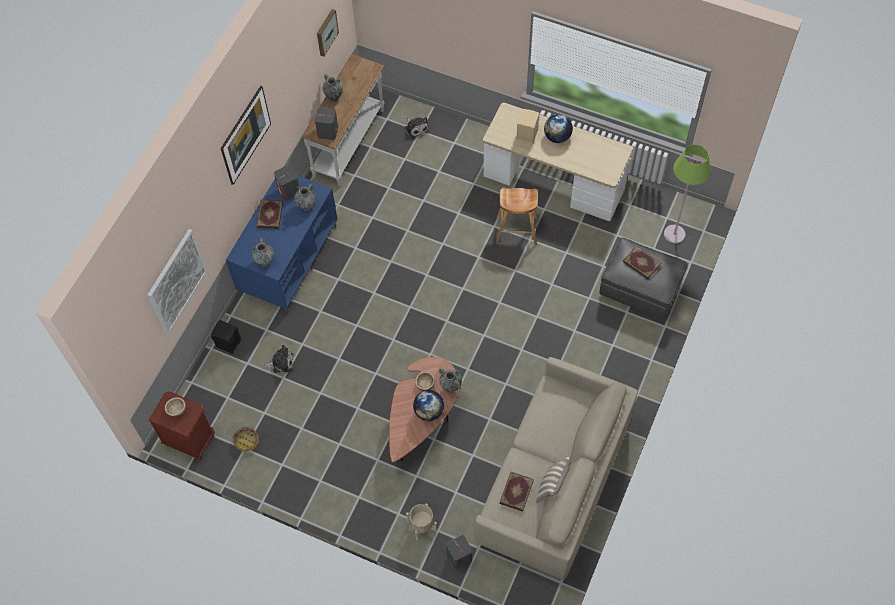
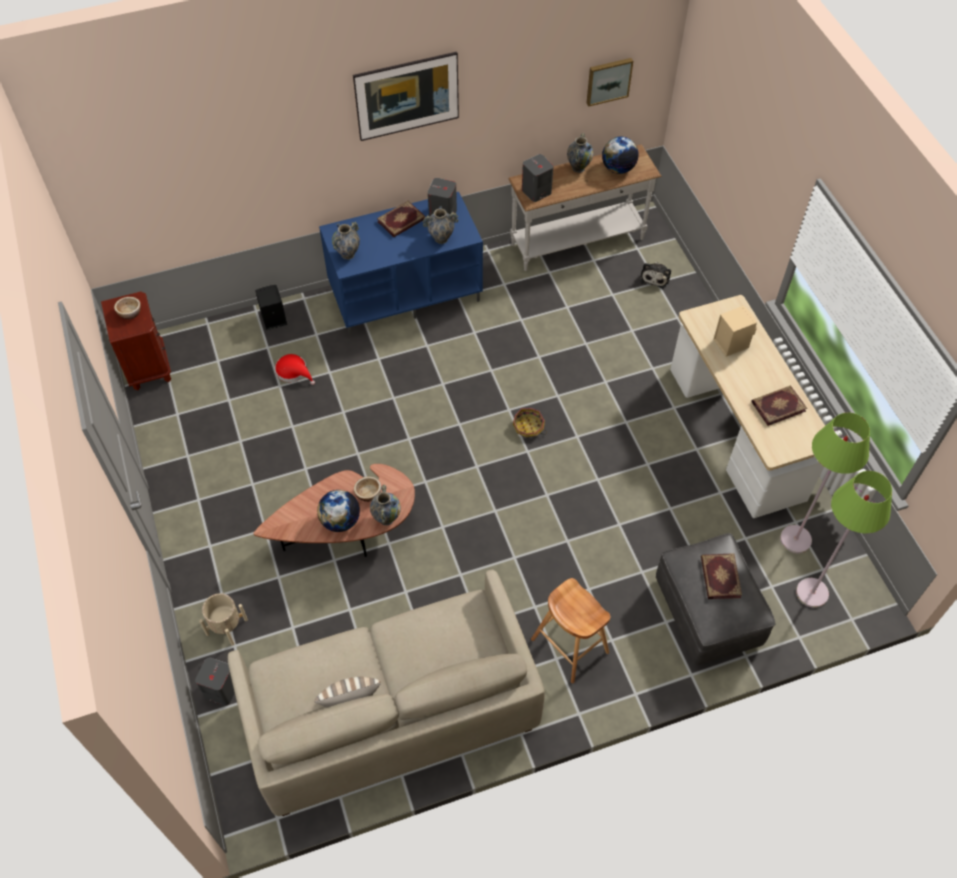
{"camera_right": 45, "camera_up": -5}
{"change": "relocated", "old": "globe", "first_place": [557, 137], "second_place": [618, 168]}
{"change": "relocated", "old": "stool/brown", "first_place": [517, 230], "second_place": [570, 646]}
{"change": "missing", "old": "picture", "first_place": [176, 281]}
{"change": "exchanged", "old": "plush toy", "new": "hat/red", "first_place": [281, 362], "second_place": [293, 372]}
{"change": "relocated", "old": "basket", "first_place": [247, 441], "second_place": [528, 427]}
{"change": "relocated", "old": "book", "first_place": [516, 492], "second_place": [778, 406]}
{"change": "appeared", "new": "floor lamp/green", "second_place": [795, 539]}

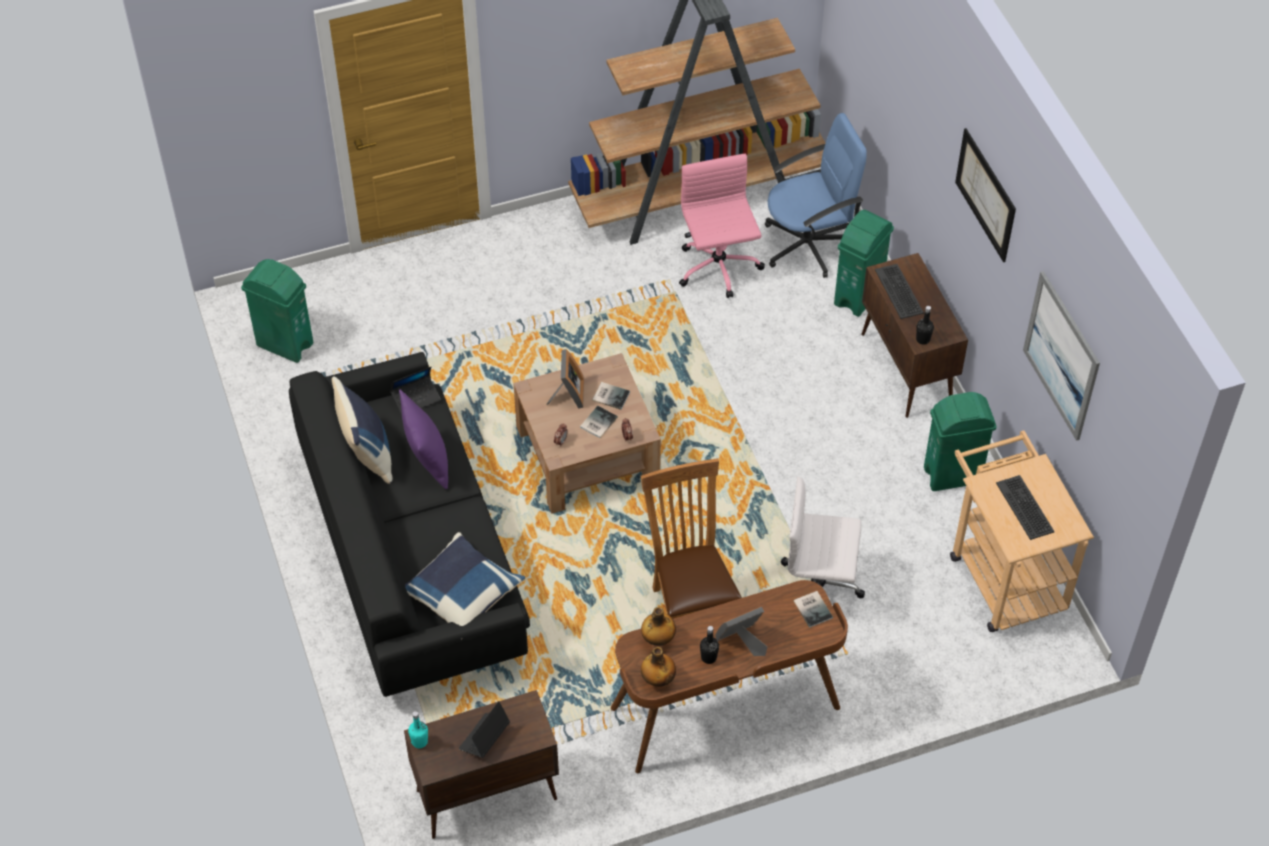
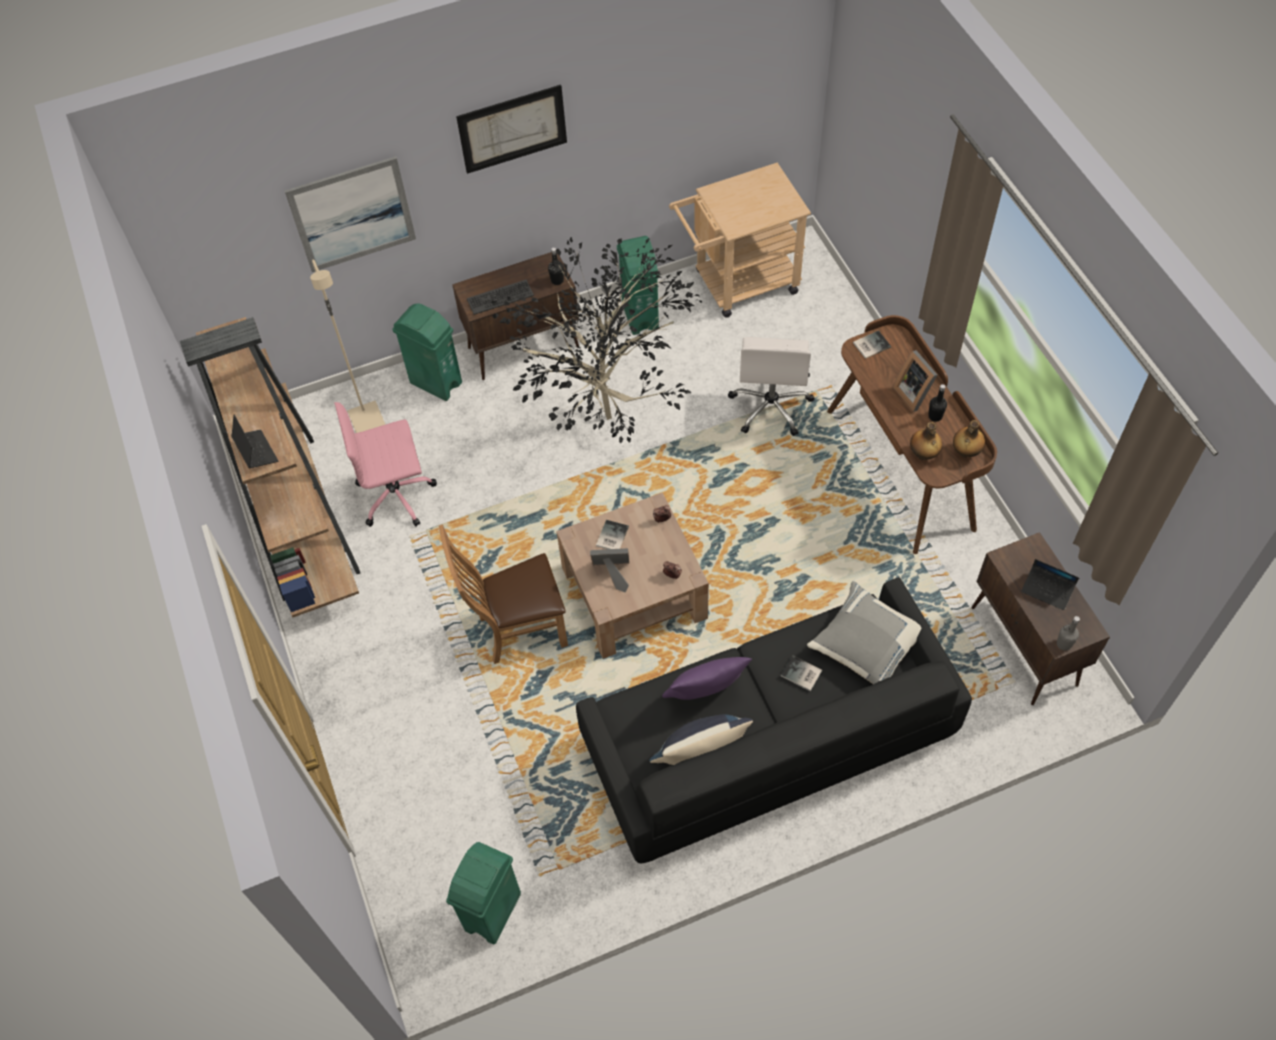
{"camera_right": -90, "camera_up": 5}
{"change": "exchanged", "old": "office chair/blue", "new": "floor lamp/beige", "first_place": [808, 244], "second_place": [369, 422]}
{"change": "relocated", "old": "picture", "first_place": [1061, 355], "second_place": [352, 214]}
{"change": "relocated", "old": "laptop", "first_place": [416, 398], "second_place": [256, 451]}
{"change": "relocated", "old": "book", "first_place": [597, 422], "second_place": [801, 674]}
{"change": "relocated", "old": "chair/brown", "first_place": [690, 608], "second_place": [517, 630]}
{"change": "missing", "old": "keyboard", "first_place": [1025, 507]}
{"change": "colour", "old": "pillow/blue", "new": "pillow/grey", "first_place": [462, 594], "second_place": [866, 645]}
{"change": "colour", "old": "bottle/turquoise", "new": "bottle/grey", "first_place": [419, 741], "second_place": [1064, 644]}
{"change": "appeared", "new": "potted plant", "second_place": [612, 418]}

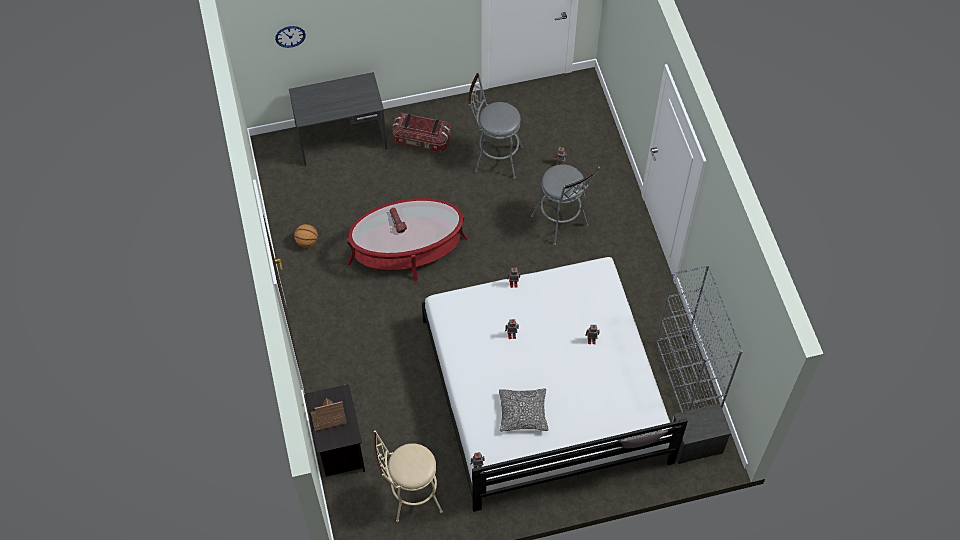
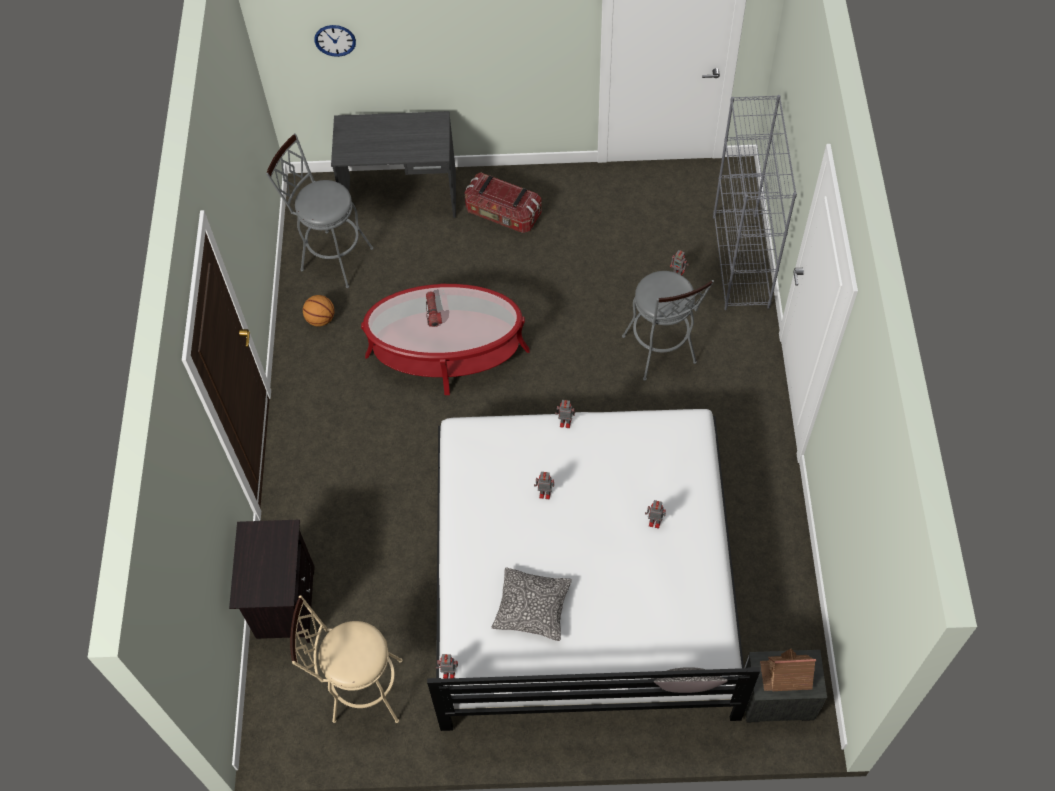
{"camera_right": 15, "camera_up": 0}
{"change": "relocated", "old": "stool/grey", "first_place": [494, 158], "second_place": [331, 257]}
{"change": "relocated", "old": "bookcase/grey", "first_place": [687, 380], "second_place": [741, 262]}
{"change": "relocated", "old": "toy house", "first_place": [329, 417], "second_place": [786, 674]}

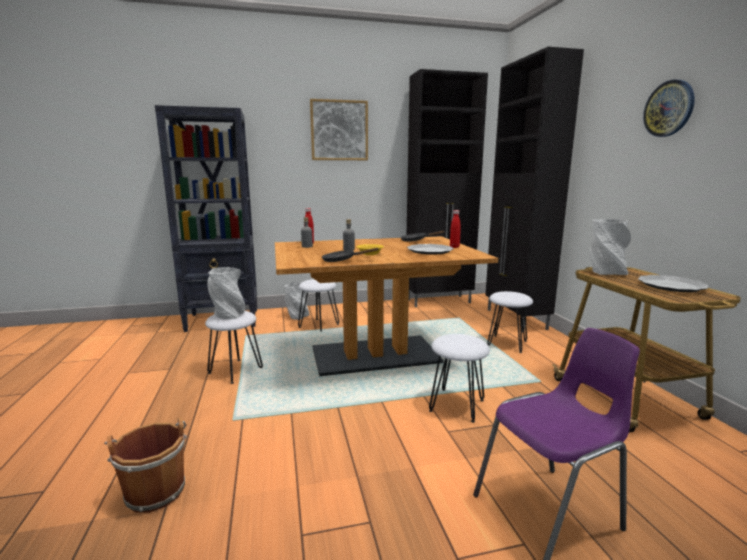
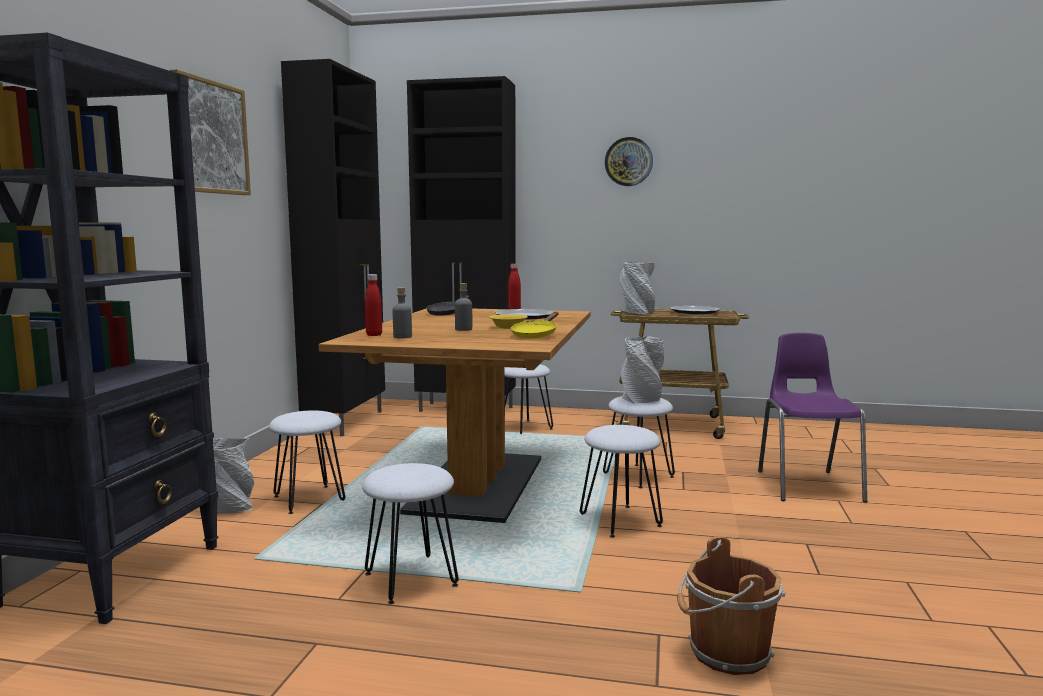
{"camera_right": -65, "camera_up": -5}
{"change": "colour", "old": "frying pan/black", "new": "frying pan/yellow", "first_place": [342, 260], "second_place": [536, 335]}
{"change": "relocated", "old": "vase/grey", "first_place": [228, 315], "second_place": [642, 399]}
{"change": "appeared", "new": "stool/white", "second_place": [620, 521]}

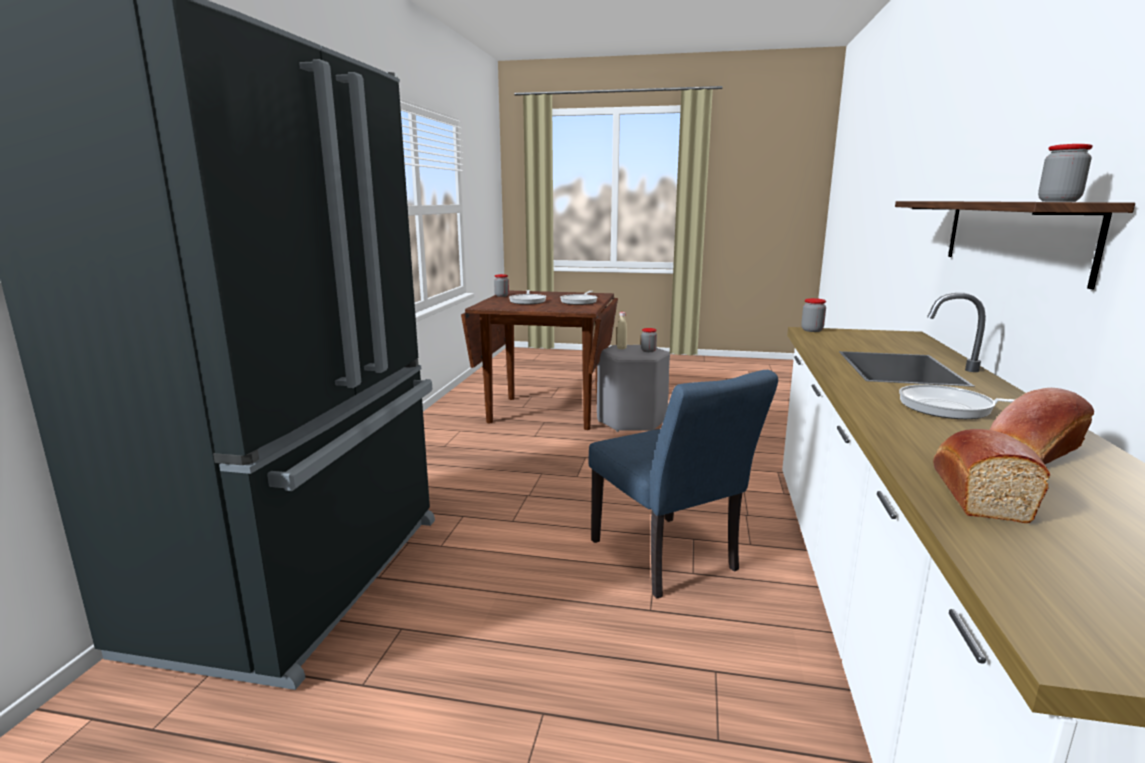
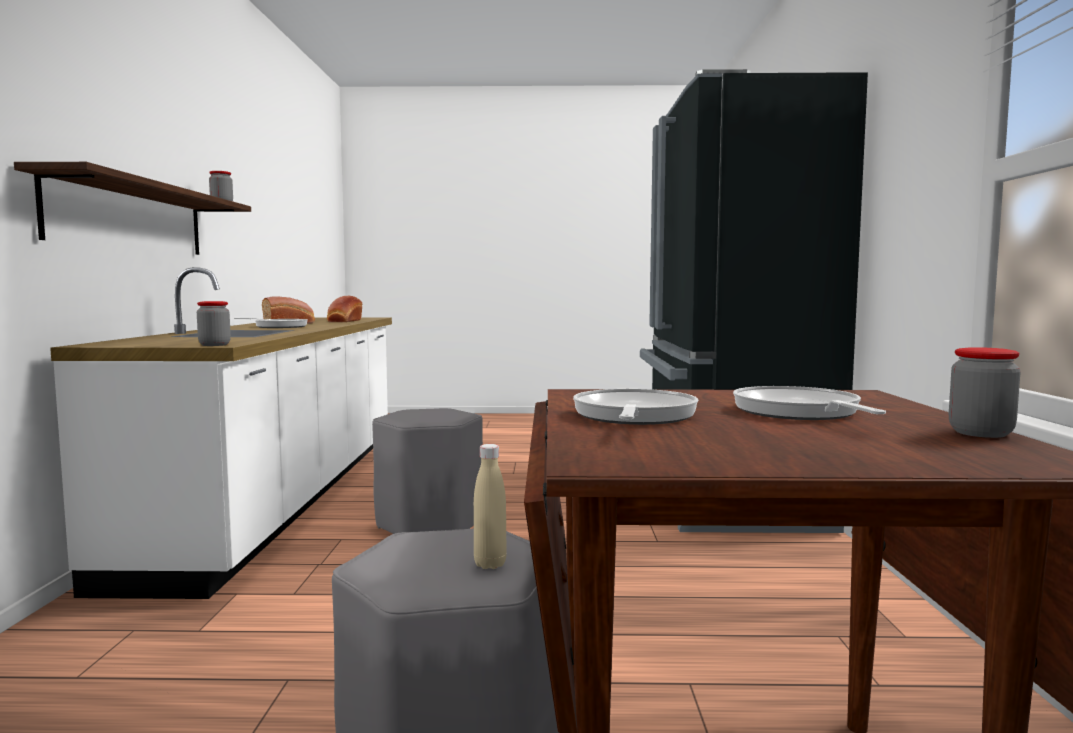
{"camera_right": 170, "camera_up": -10}
{"change": "missing", "old": "jar", "first_place": [648, 351]}
{"change": "exchanged", "old": "chair/blue", "new": "stool/grey", "first_place": [669, 560], "second_place": [430, 524]}

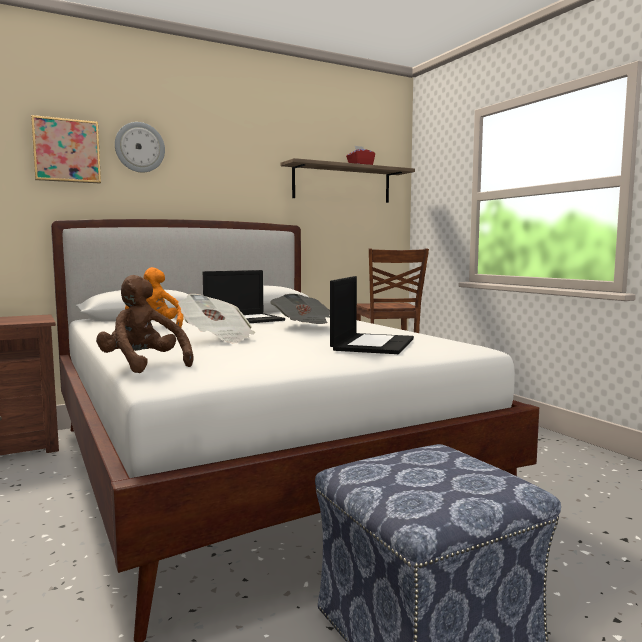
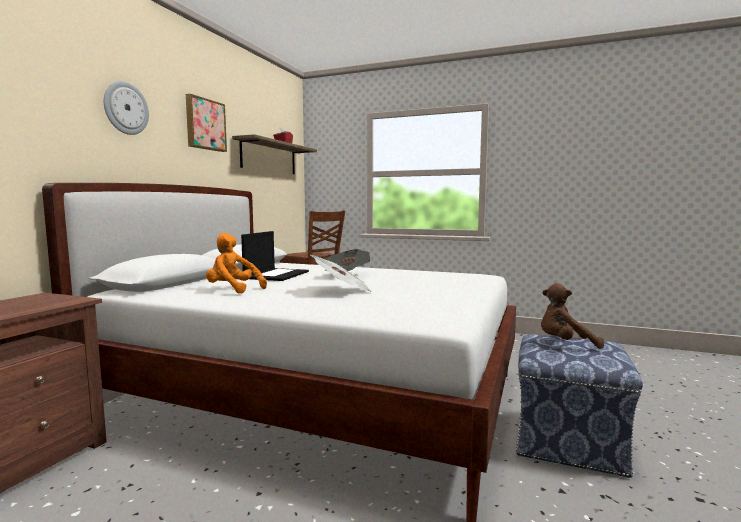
{"camera_right": -40, "camera_up": 0}
{"change": "relocated", "old": "picture", "first_place": [66, 151], "second_place": [205, 124]}
{"change": "relocated", "old": "plush toy/brown", "first_place": [143, 365], "second_place": [565, 344]}
{"change": "missing", "old": "laptop", "first_place": [372, 344]}

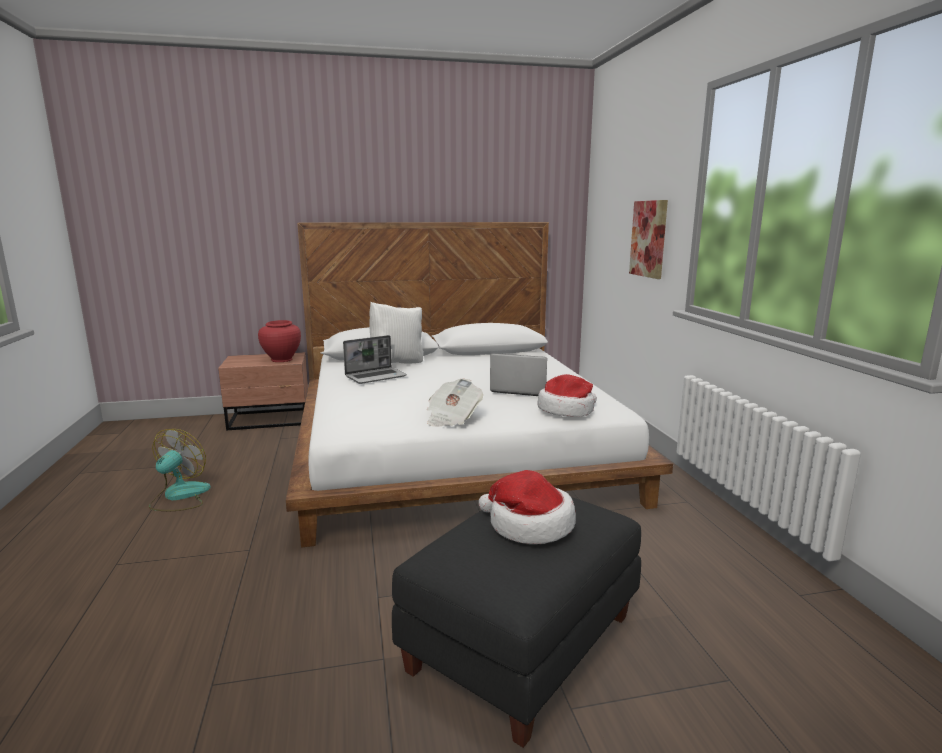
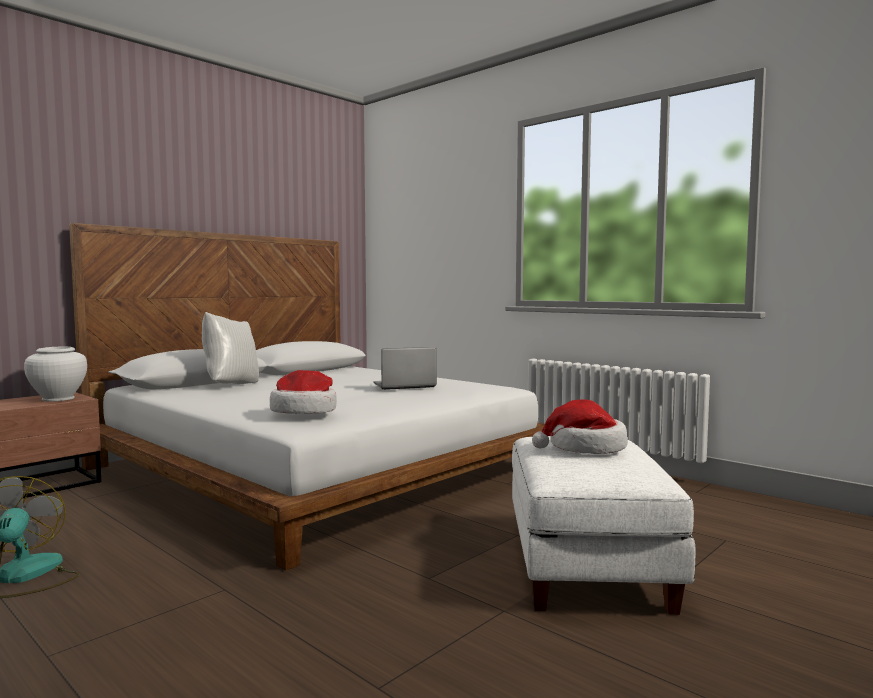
{"camera_right": -35, "camera_up": -10}
{"change": "missing", "old": "picture", "first_place": [649, 239]}
{"change": "colour", "old": "vase/red", "new": "vase/white", "first_place": [281, 359], "second_place": [58, 399]}
{"change": "missing", "old": "laptop", "first_place": [376, 376]}
{"change": "relocated", "old": "hat", "first_place": [567, 410], "second_place": [305, 411]}
{"change": "missing", "old": "newspaper", "first_place": [452, 418]}
{"change": "colour", "old": "ottoman/black", "new": "ottoman/white", "first_place": [521, 641], "second_place": [584, 564]}

